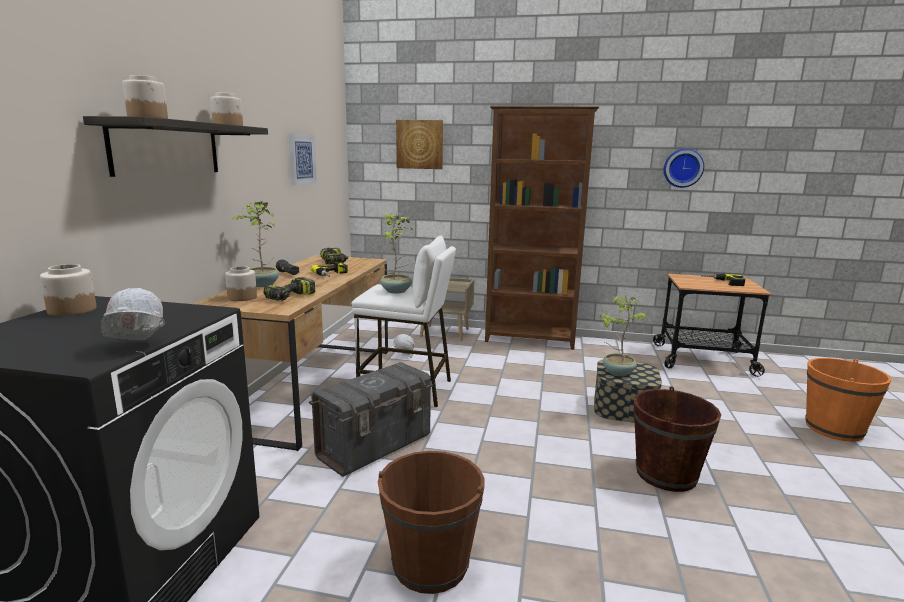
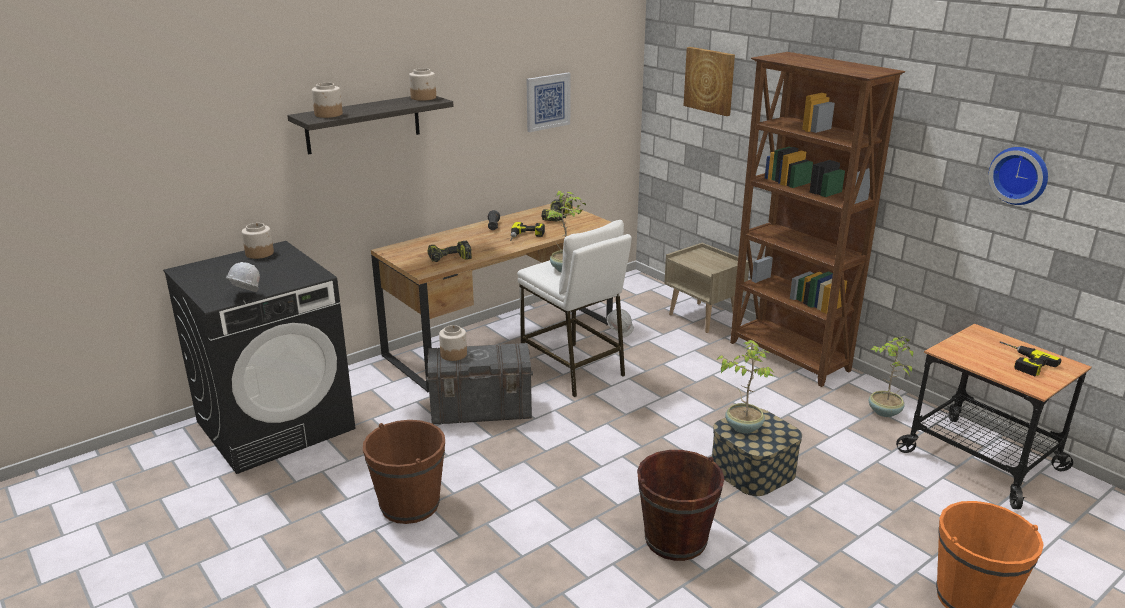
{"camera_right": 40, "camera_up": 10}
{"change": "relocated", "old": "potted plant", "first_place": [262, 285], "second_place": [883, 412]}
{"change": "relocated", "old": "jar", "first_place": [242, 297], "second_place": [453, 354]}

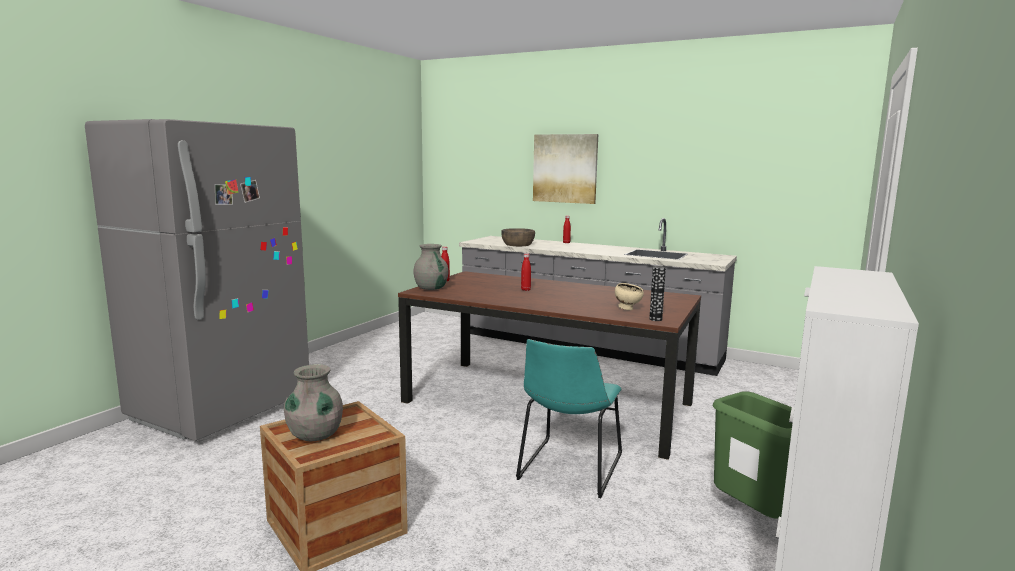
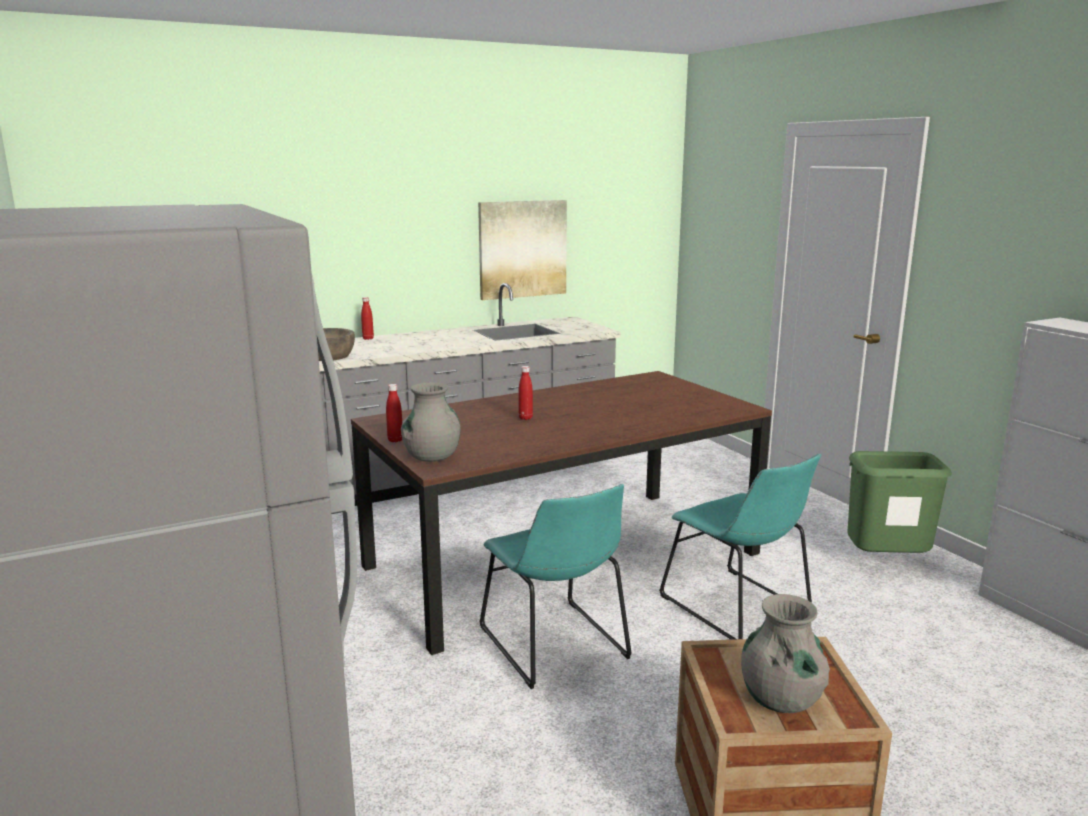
{"camera_right": -55, "camera_up": 5}
{"change": "relocated", "old": "picture", "first_place": [565, 168], "second_place": [522, 249]}
{"change": "missing", "old": "vase", "first_place": [655, 319]}
{"change": "missing", "old": "bowl/beige", "first_place": [628, 309]}
{"change": "appeared", "new": "chair/turquoise", "second_place": [556, 646]}

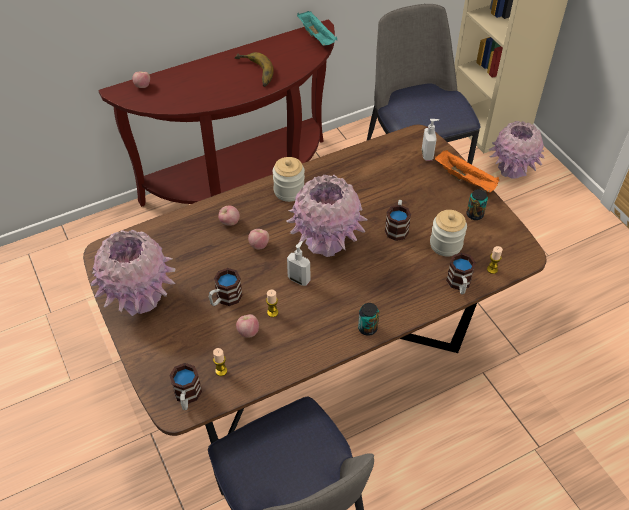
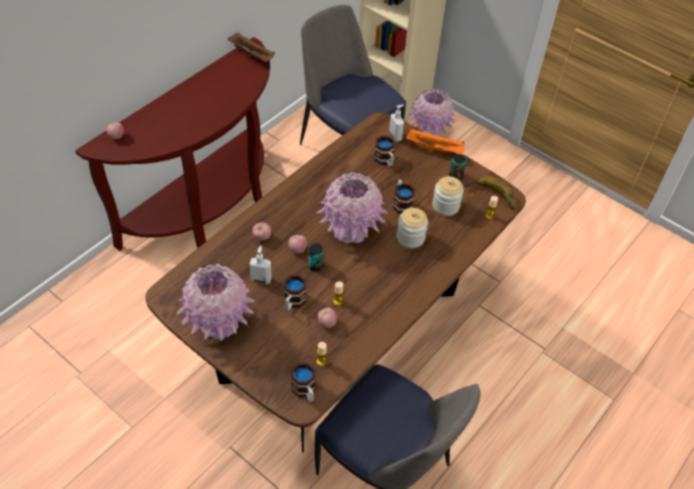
{"camera_right": -25, "camera_up": 0}
{"change": "colour", "old": "tray/turquoise", "new": "tray/brown", "first_place": [317, 37], "second_place": [252, 55]}
{"change": "relocated", "old": "banana", "first_place": [253, 73], "second_place": [491, 197]}
{"change": "relocated", "old": "jar", "first_place": [289, 191], "second_place": [410, 238]}
{"change": "relocated", "old": "soap dispenser", "first_place": [299, 279], "second_place": [261, 279]}
{"change": "relocated", "old": "mug", "first_place": [459, 284], "second_place": [385, 161]}
{"change": "relocated", "old": "can", "first_place": [367, 328], "second_place": [315, 265]}

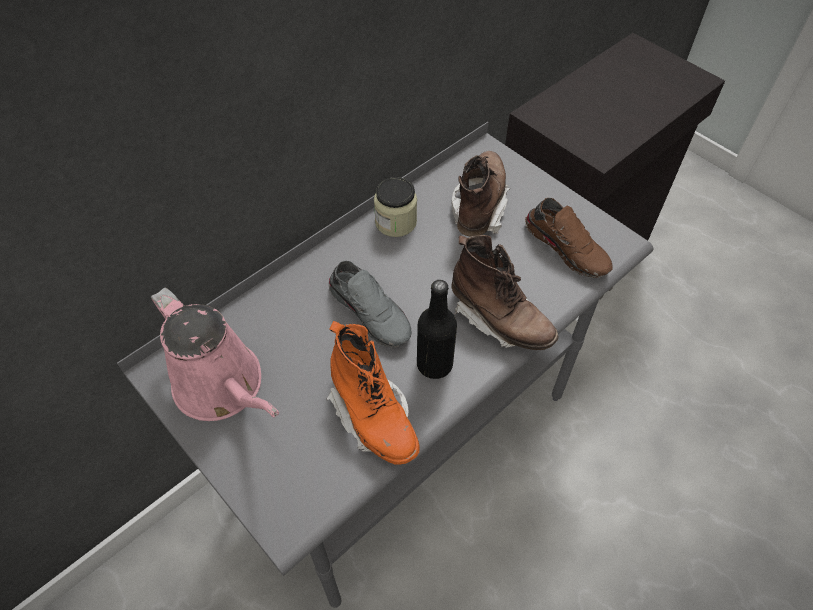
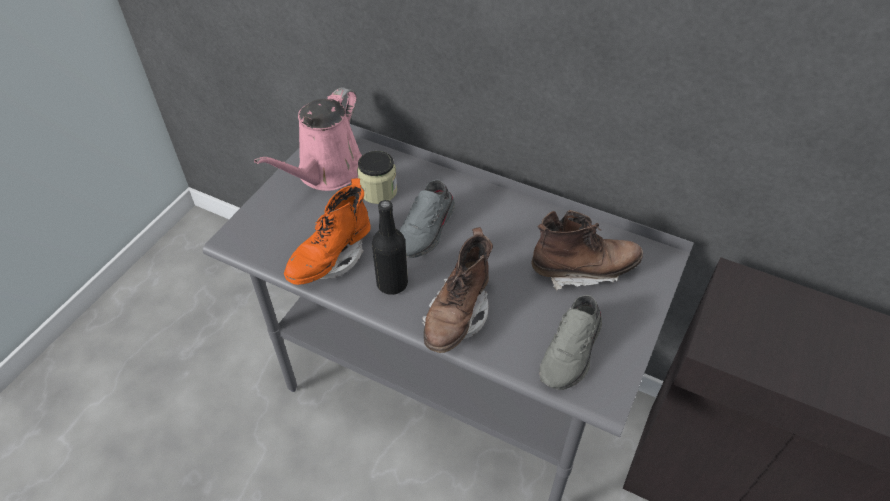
{"camera_right": 70, "camera_up": -5}
{"change": "relocated", "old": "jar", "first_place": [395, 222], "second_place": [378, 191]}
{"change": "colour", "old": "shoe/brown", "new": "shoe/grey", "first_place": [568, 247], "second_place": [572, 352]}

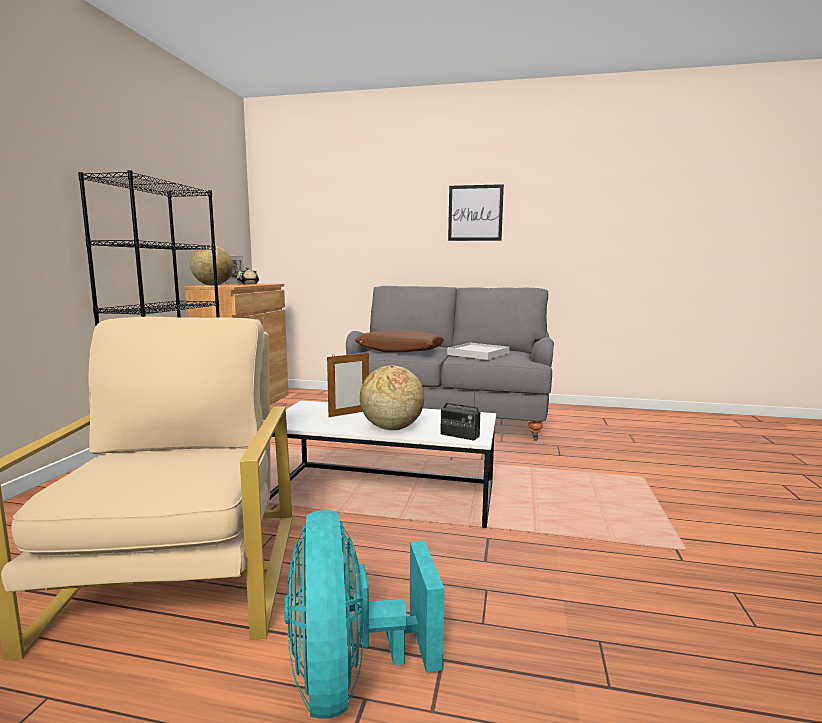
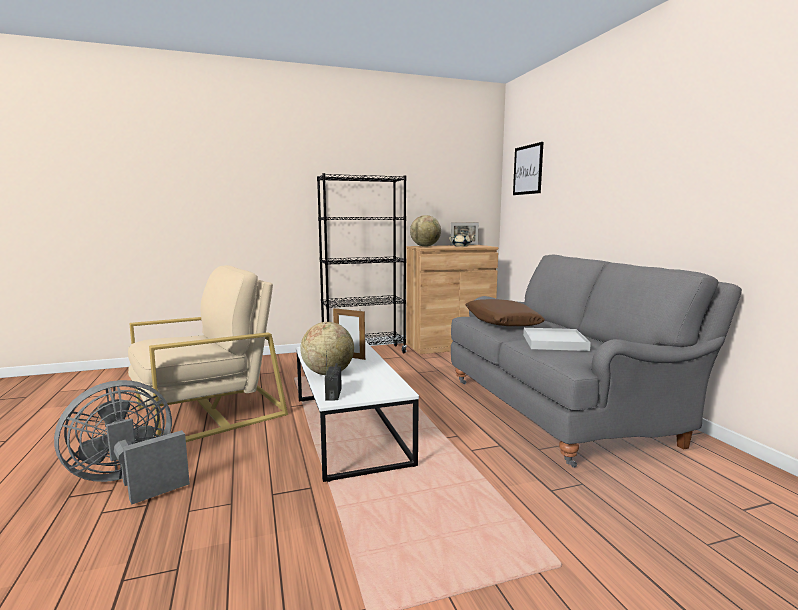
{"camera_right": 60, "camera_up": 0}
{"change": "relocated", "old": "picture", "first_place": [475, 213], "second_place": [528, 170]}
{"change": "colour", "old": "fan/turquoise", "new": "fan/grey", "first_place": [350, 677], "second_place": [129, 480]}

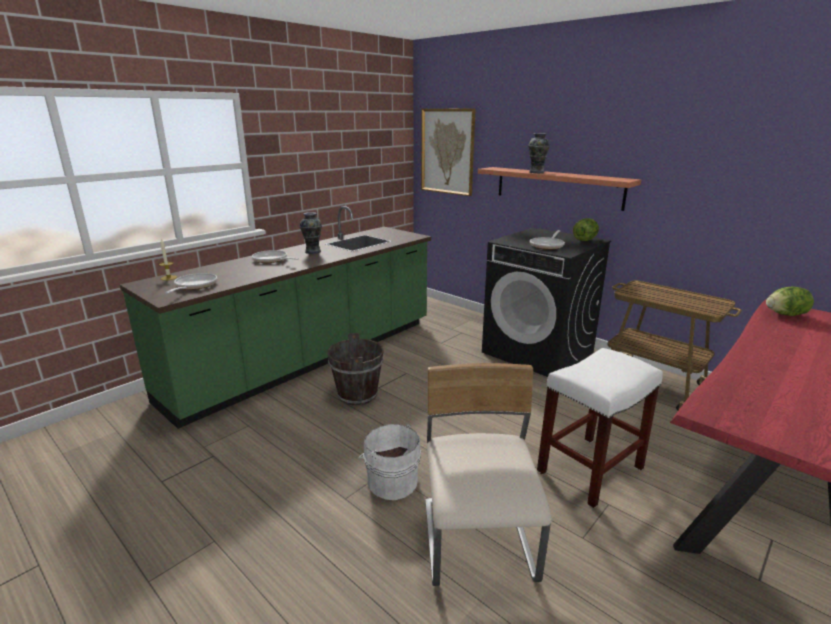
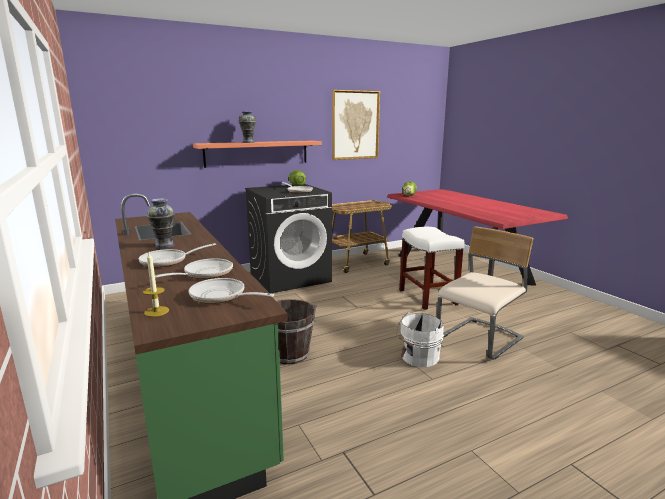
{"camera_right": -70, "camera_up": -5}
{"change": "relocated", "old": "picture", "first_place": [447, 151], "second_place": [355, 125]}
{"change": "spun", "old": "chair/beige", "first_place": [478, 541], "second_place": [480, 339], "degrees": 120}
{"change": "appeared", "new": "frying pan", "second_place": [204, 273]}

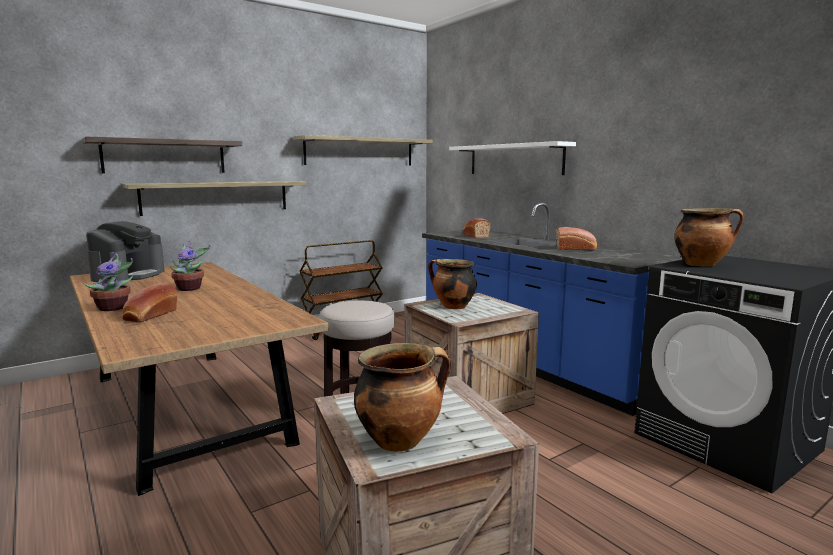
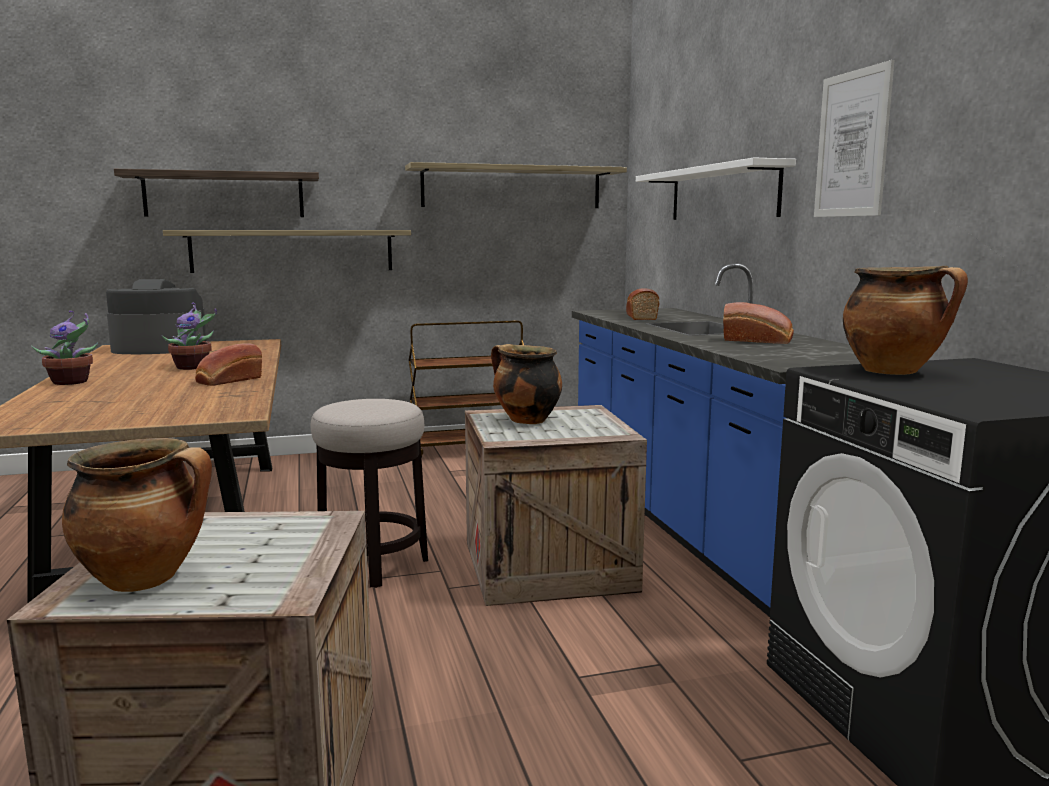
{"camera_right": 20, "camera_up": 0}
{"change": "spun", "old": "coffee machine", "first_place": [128, 275], "second_place": [159, 349], "degrees": -135}
{"change": "relocated", "old": "bread", "first_place": [149, 315], "second_place": [228, 380]}
{"change": "appeared", "new": "picture", "second_place": [852, 144]}

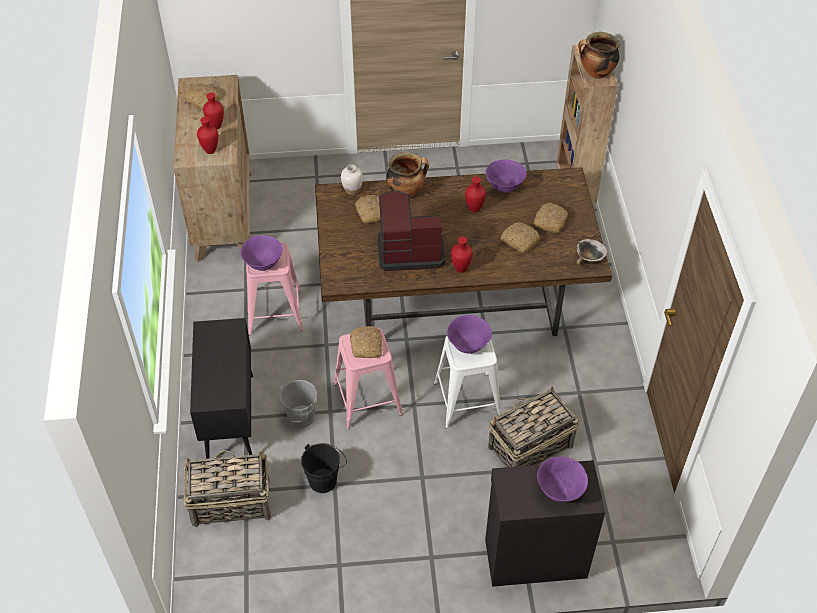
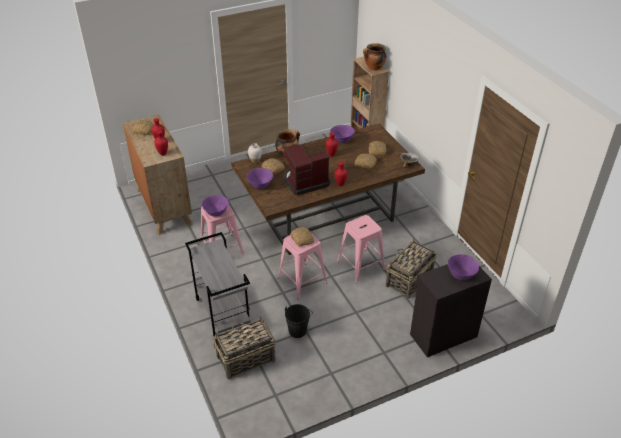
{"camera_right": -20, "camera_up": -10}
{"change": "relocated", "old": "bowl/purple", "first_place": [468, 345], "second_place": [260, 185]}
{"change": "exchanged", "old": "cabinet/black", "new": "cart/grey", "first_place": [230, 417], "second_place": [222, 312]}
{"change": "colour", "old": "stool/white", "new": "stool/pink", "first_place": [467, 400], "second_place": [361, 266]}
{"change": "missing", "old": "bucket/grey", "first_place": [300, 419]}

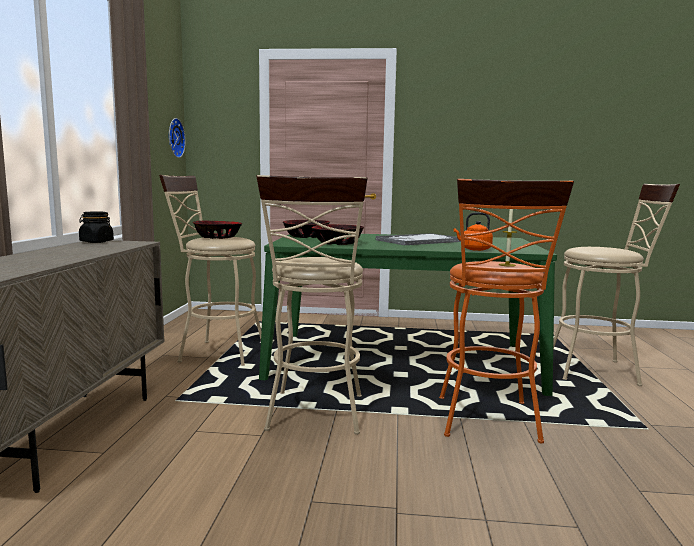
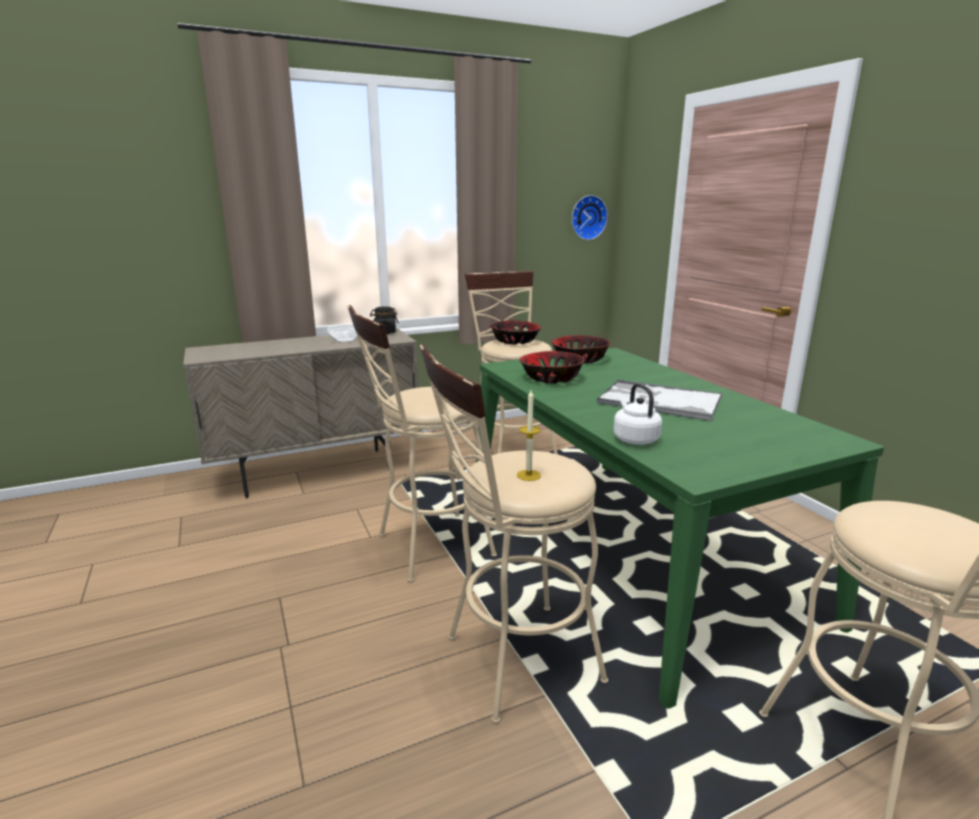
{"camera_right": 60, "camera_up": 10}
{"change": "colour", "old": "stool/orange", "new": "stool/beige", "first_place": [488, 423], "second_place": [511, 663]}
{"change": "colour", "old": "kettle/orange", "new": "kettle/white", "first_place": [474, 249], "second_place": [634, 438]}
{"change": "appeared", "new": "bowl", "second_place": [345, 340]}

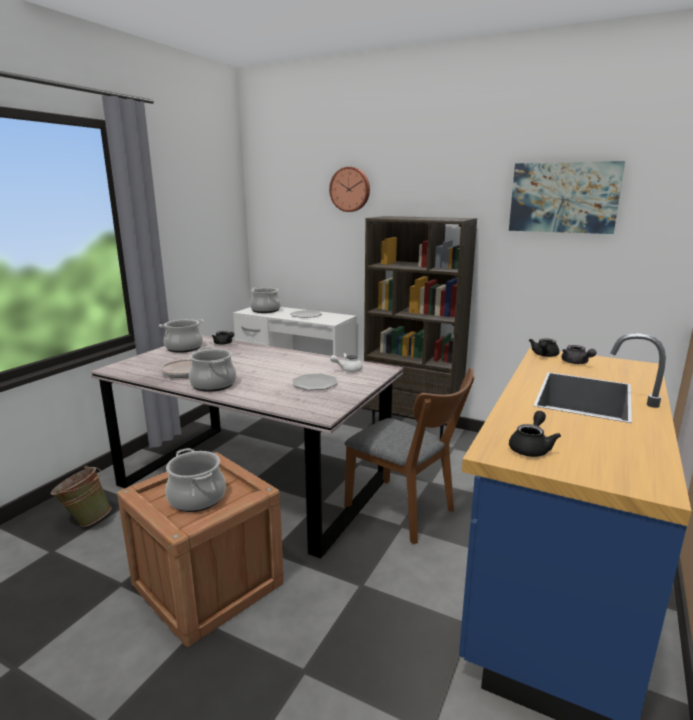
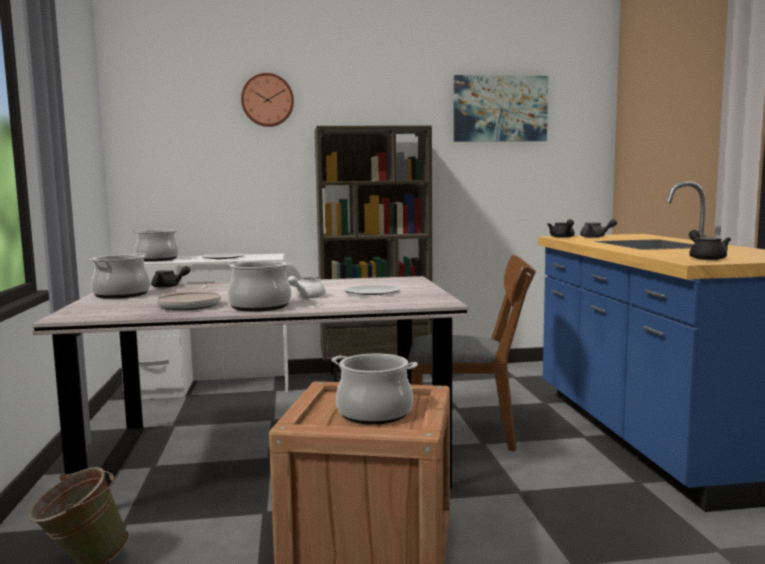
{"camera_right": -35, "camera_up": -10}
{"change": "relocated", "old": "teapot/white", "first_place": [347, 370], "second_place": [306, 296]}

